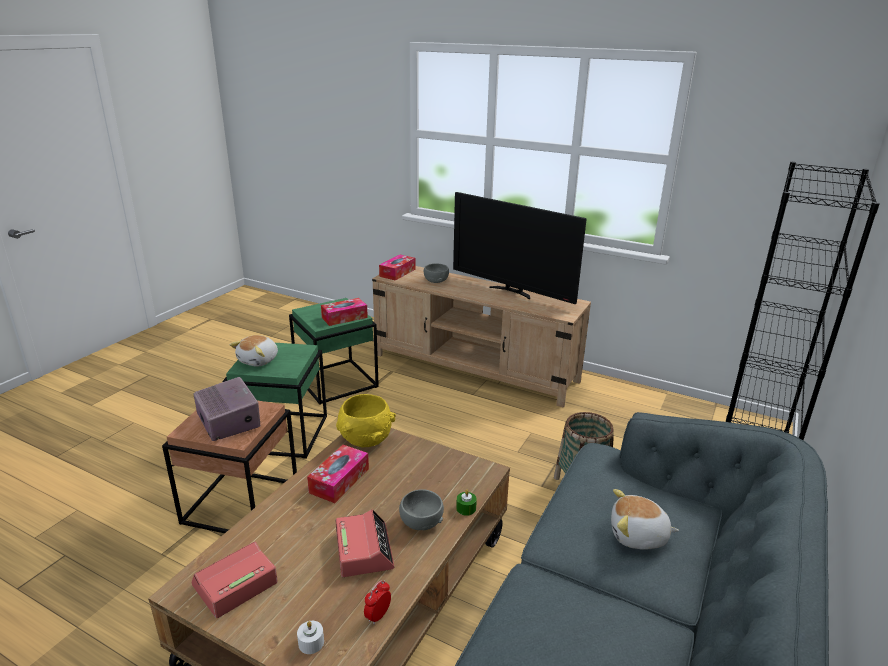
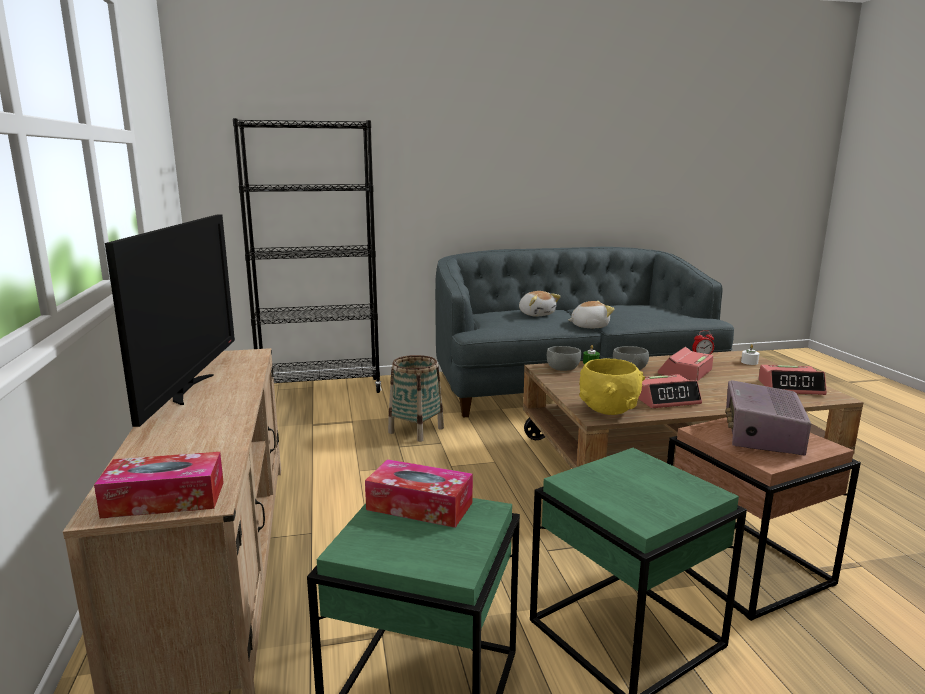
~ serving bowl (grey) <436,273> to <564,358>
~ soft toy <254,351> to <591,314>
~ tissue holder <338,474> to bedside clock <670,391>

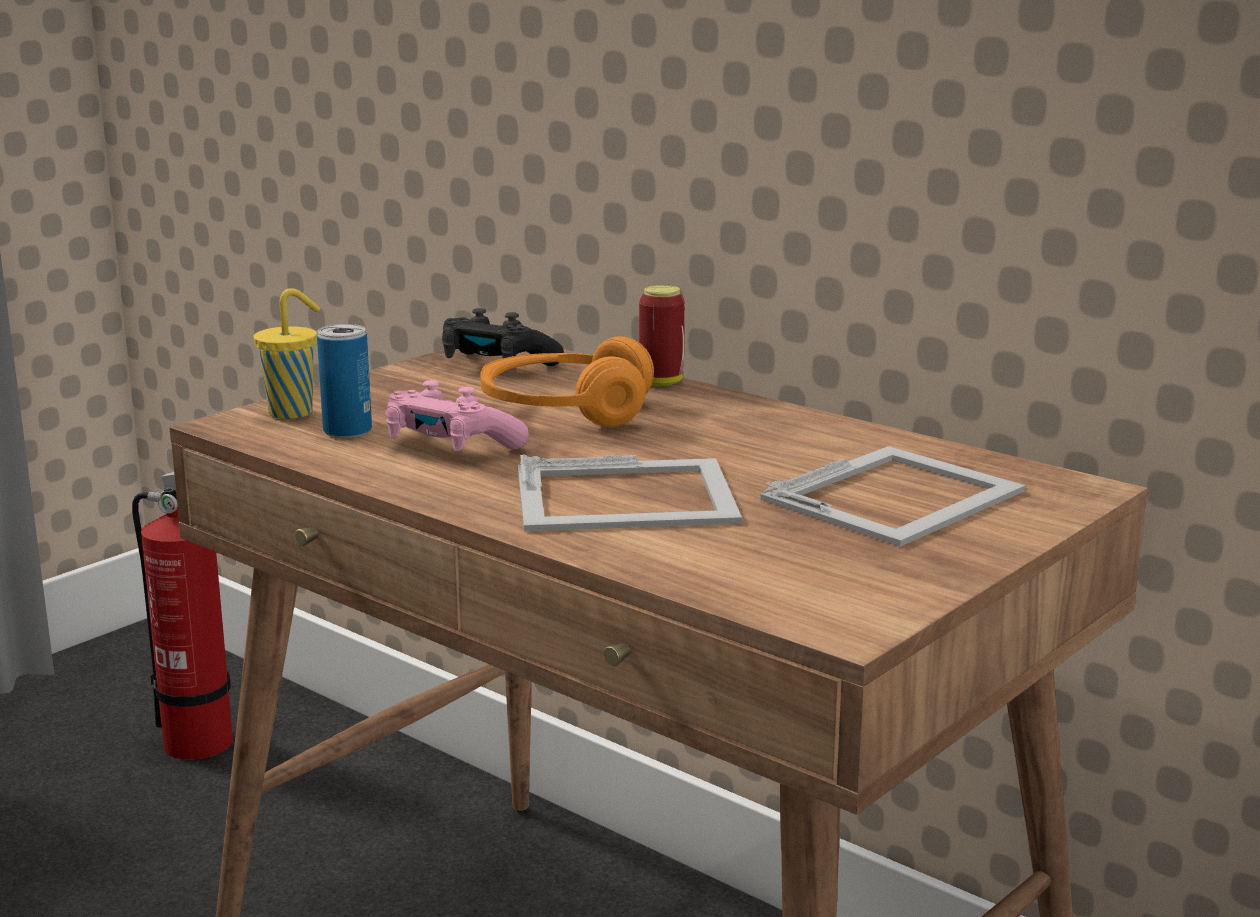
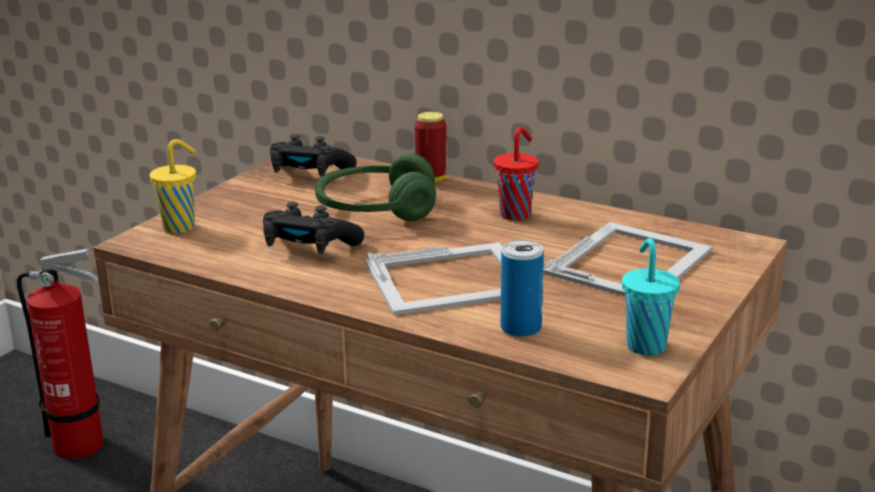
~ joypad (pink) <457,416> to joypad (black) <313,228>
~ pair of headphones (orangey) <567,381> to pair of headphones (greenish) <375,187>
+ small cup (reddish) <516,173>
~ metal can <344,381> to <522,288>
+ small cup (turquoise-coloured) <651,297>

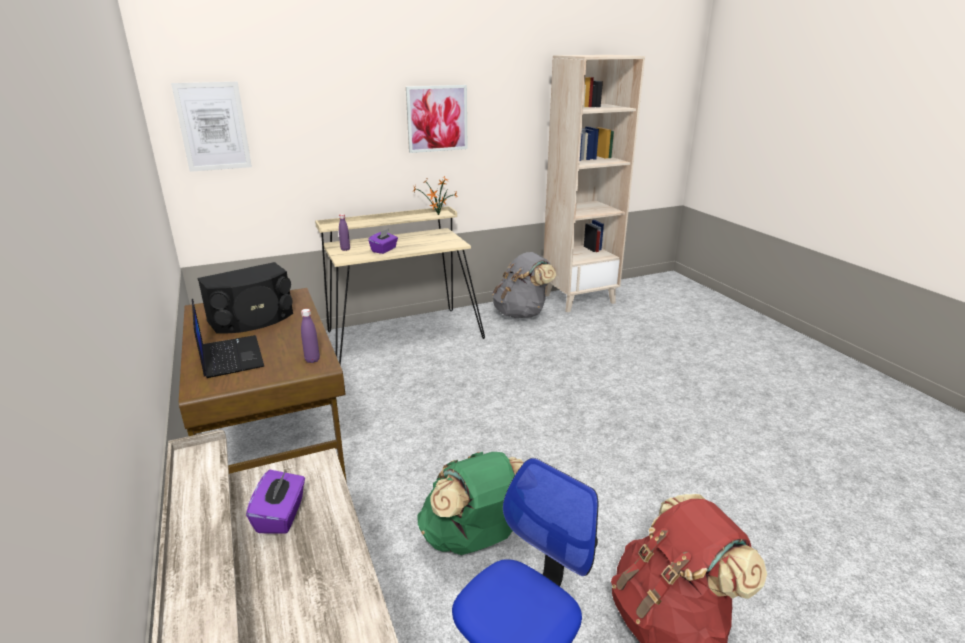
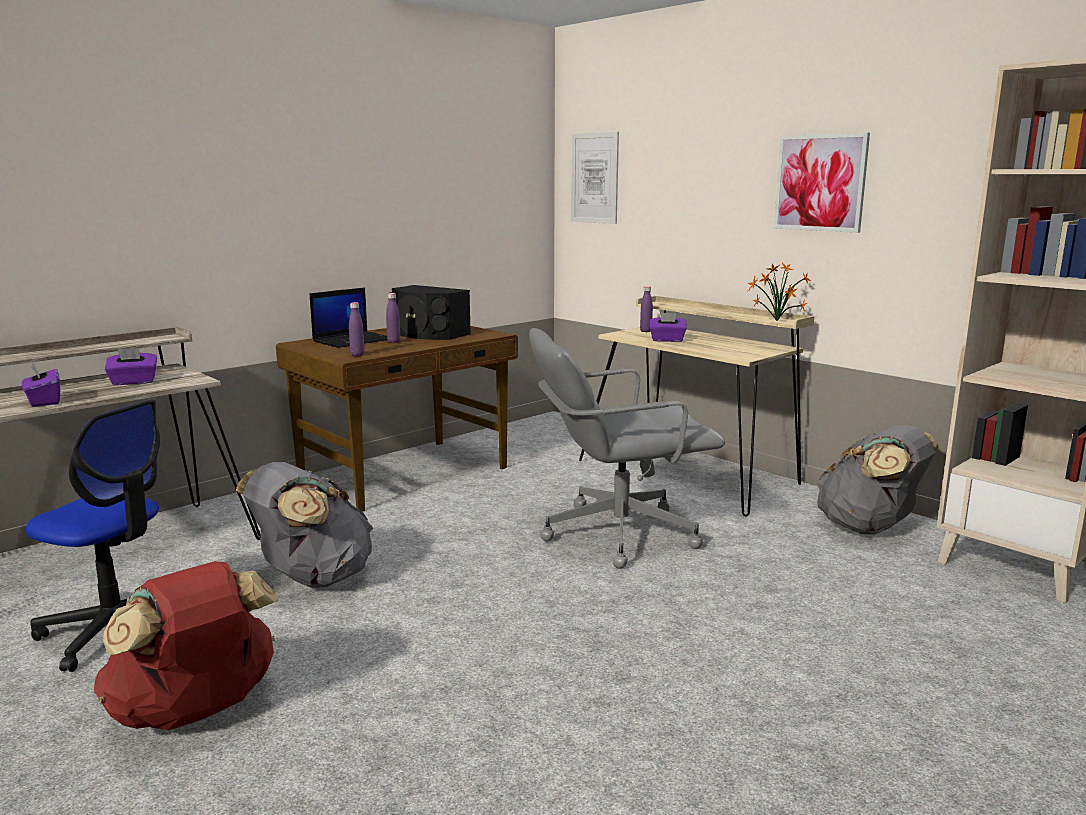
+ tissue holder (purple-coloured) <41,385>
~ backpack (greenish) <470,503> to backpack (grey) <304,525>
+ drink bottle (purple-coloured) <393,318>
+ desk chair (grey) <627,448>

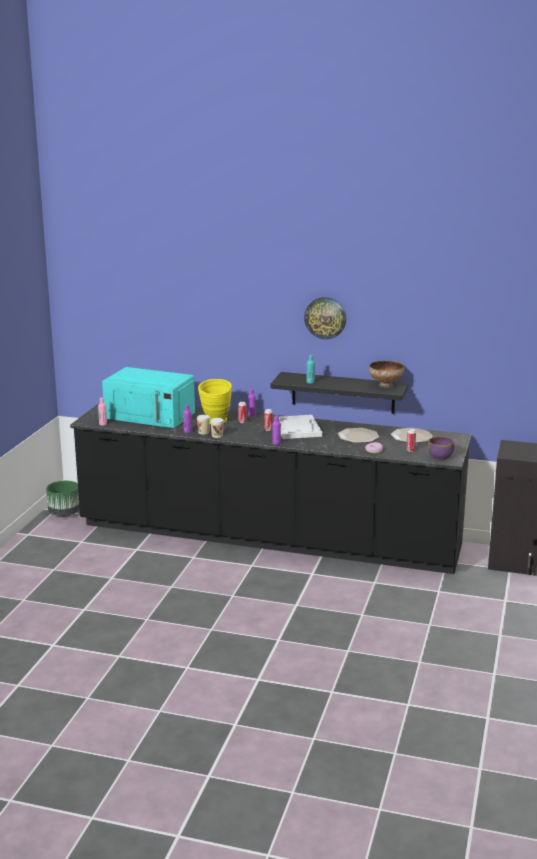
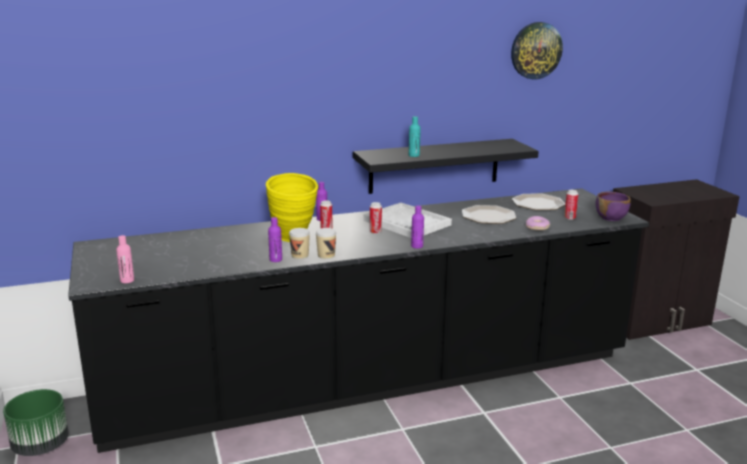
~ hanging clock <325,318> to <537,51>
- microwave (turquoise-coloured) <148,397>
- serving bowl <386,374>

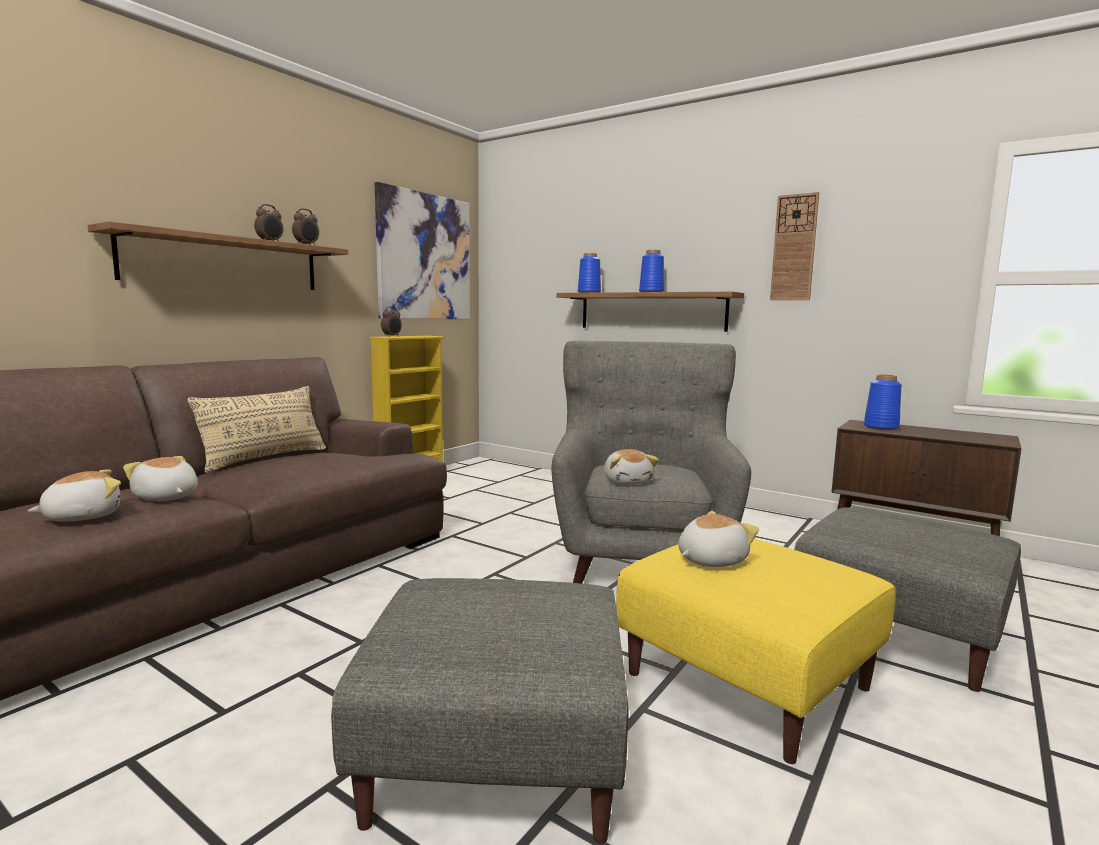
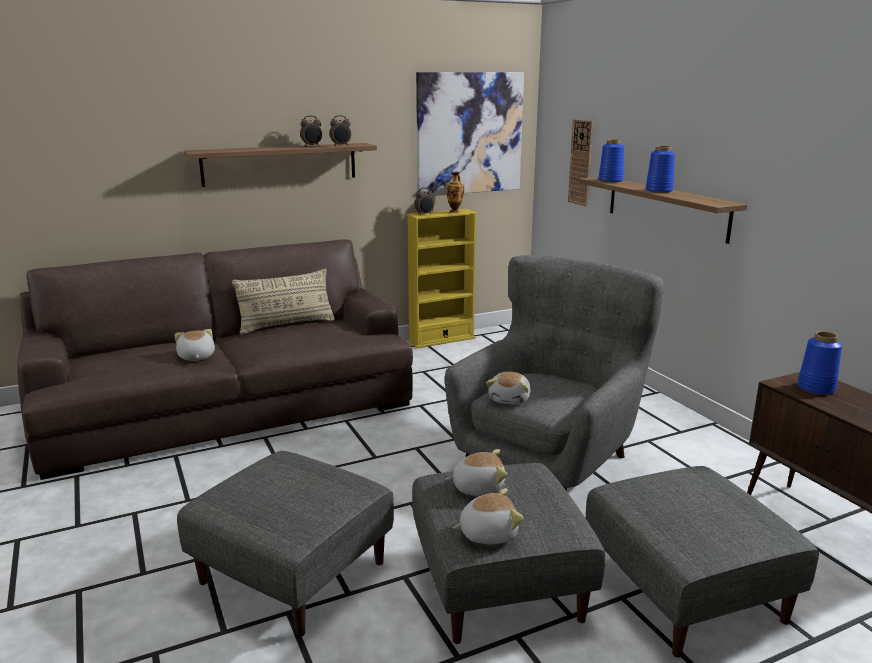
~ pouffe (yellowish) <756,651> to pouffe (grey) <508,553>
+ flower vase <455,192>
~ soft toy <74,495> to <488,516>
~ hanging clock <794,246> to <581,162>

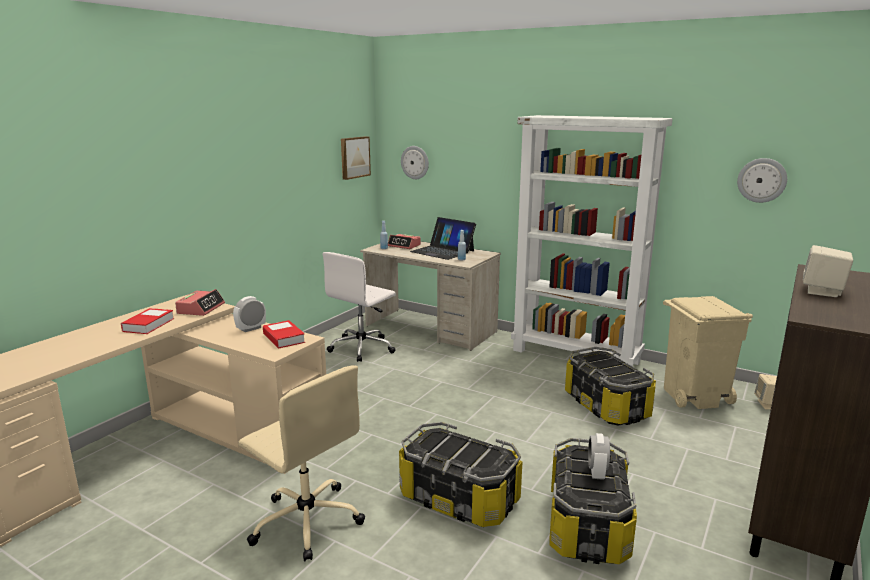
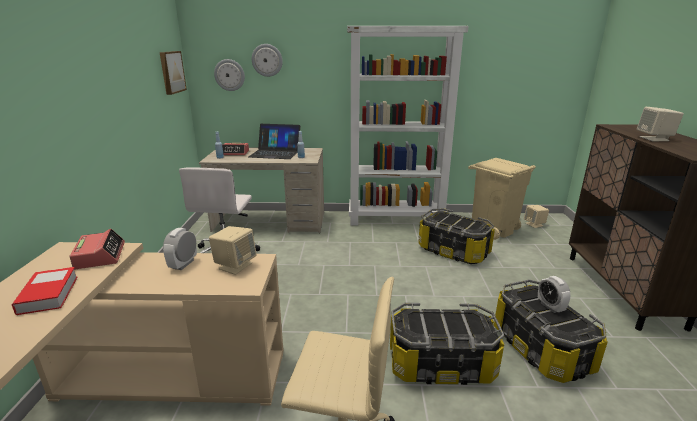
~ volume <284,334> to loudspeaker (beige-coloured) <233,250>
~ hanging clock <762,180> to <267,60>

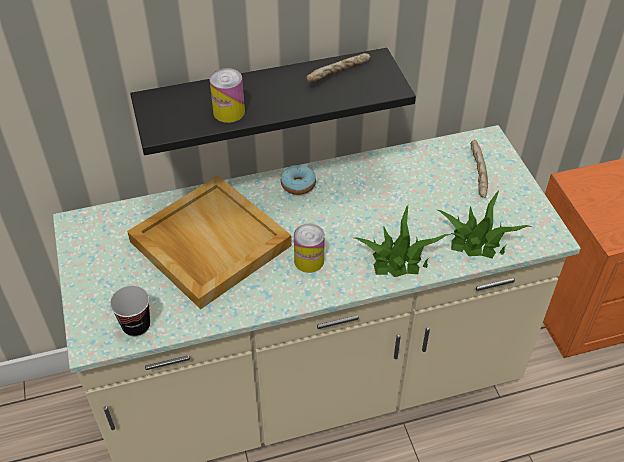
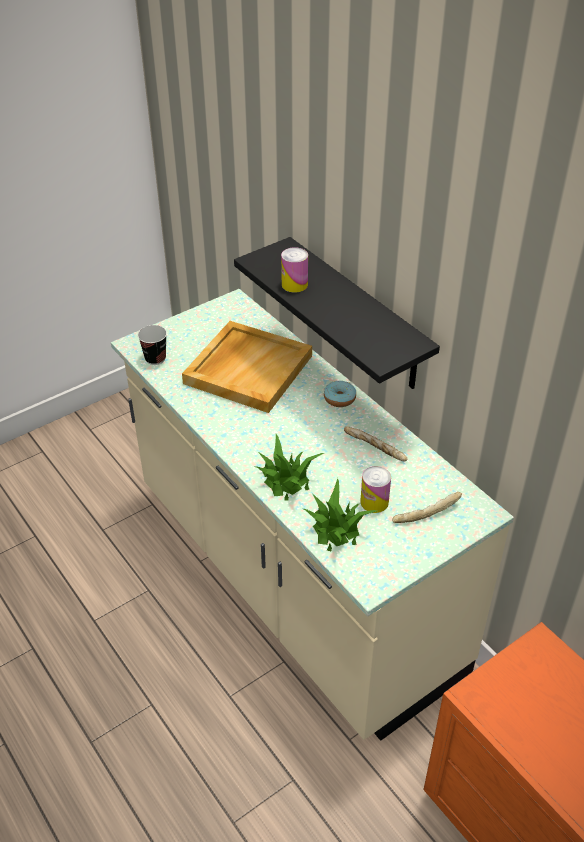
~ bakery bread <339,67> to <376,444>
~ metal can <309,248> to <375,489>

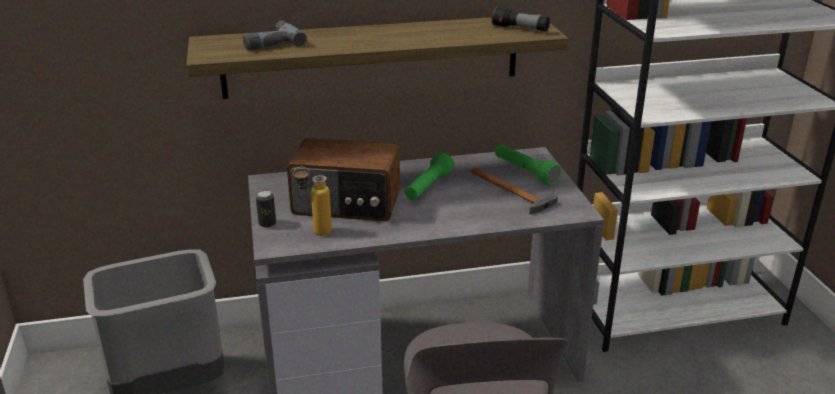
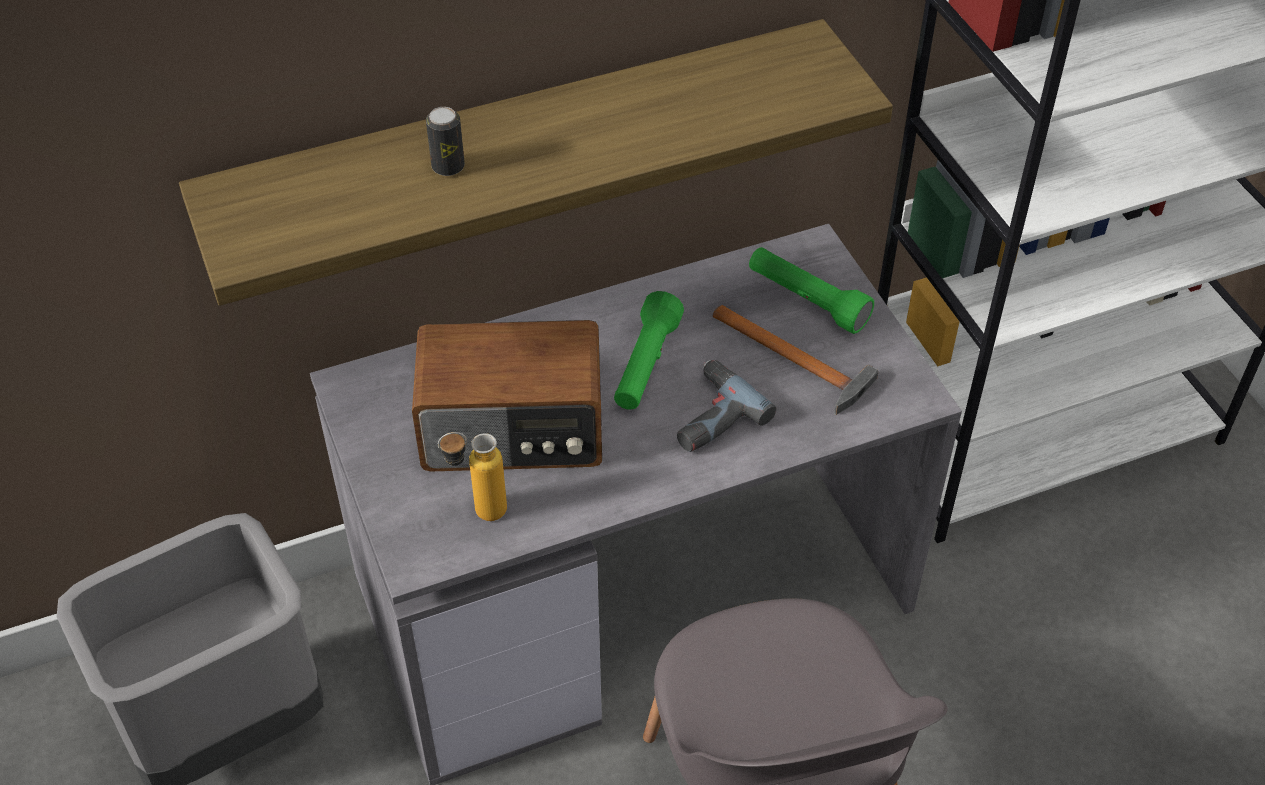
~ metal can <266,209> to <445,141>
~ power drill <275,35> to <727,406>
- flashlight <521,19>

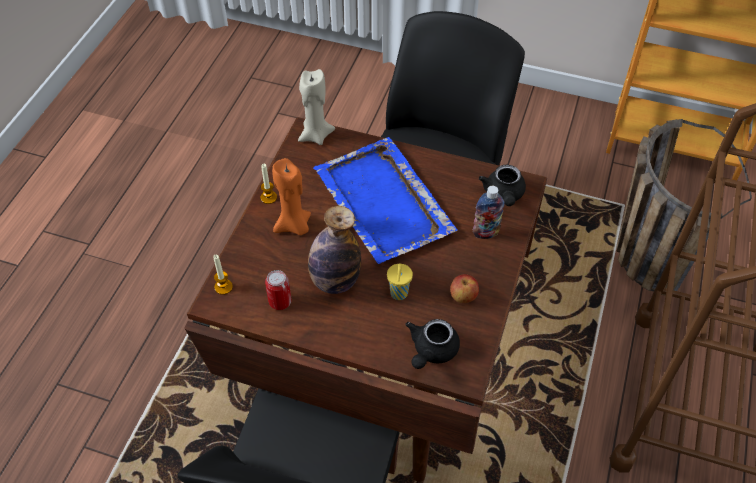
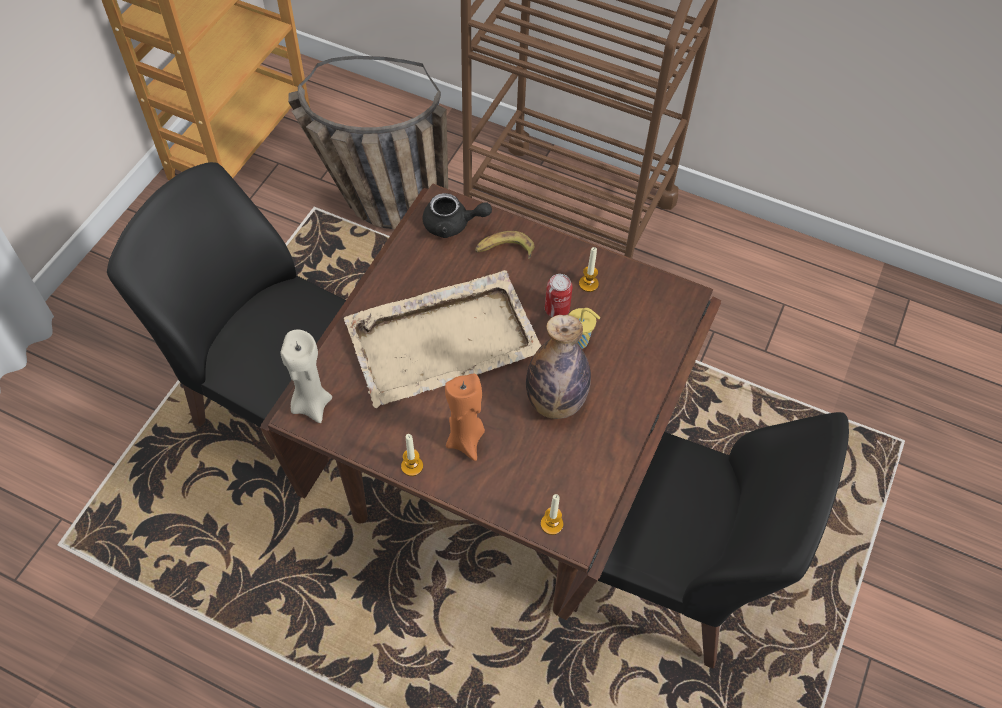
~ serving tray (blue-coloured) <385,200> to serving tray (beige-coloured) <443,339>
~ drink bottle <489,212> to whole banana <504,245>
~ metal can <278,290> to <559,295>
~ whole apple <464,288> to candle <589,269>
- pot for tea (black) <432,344>

